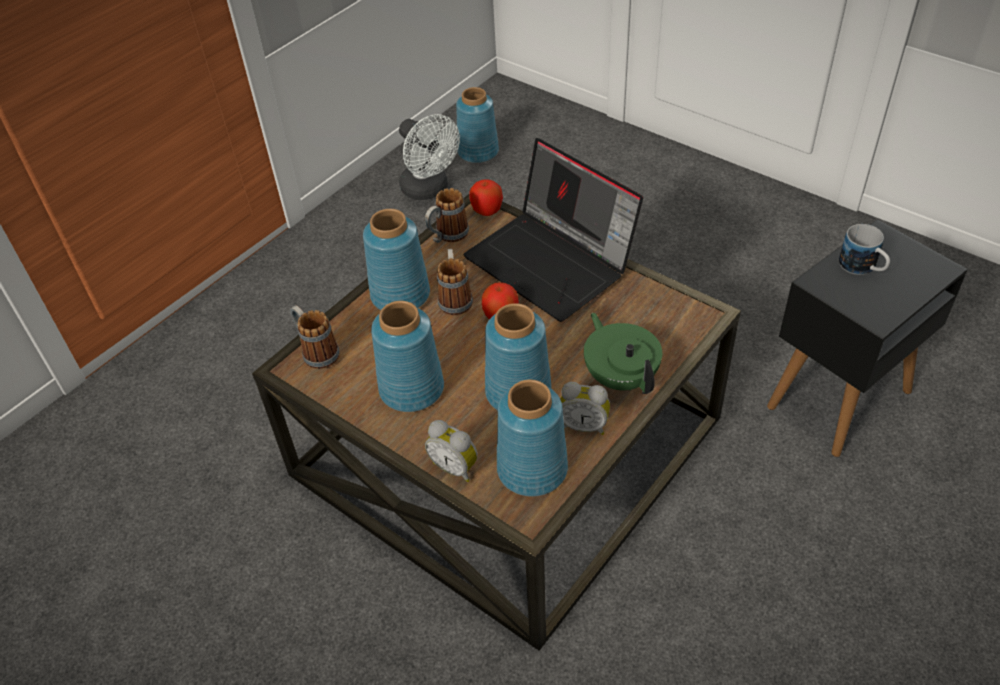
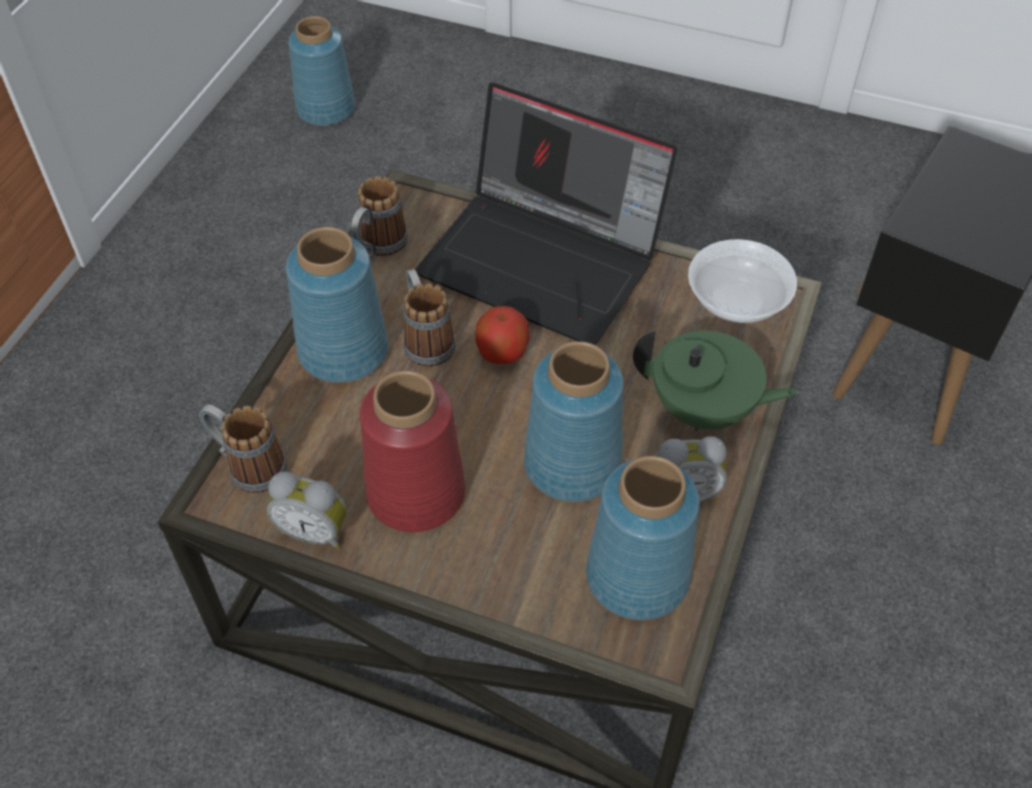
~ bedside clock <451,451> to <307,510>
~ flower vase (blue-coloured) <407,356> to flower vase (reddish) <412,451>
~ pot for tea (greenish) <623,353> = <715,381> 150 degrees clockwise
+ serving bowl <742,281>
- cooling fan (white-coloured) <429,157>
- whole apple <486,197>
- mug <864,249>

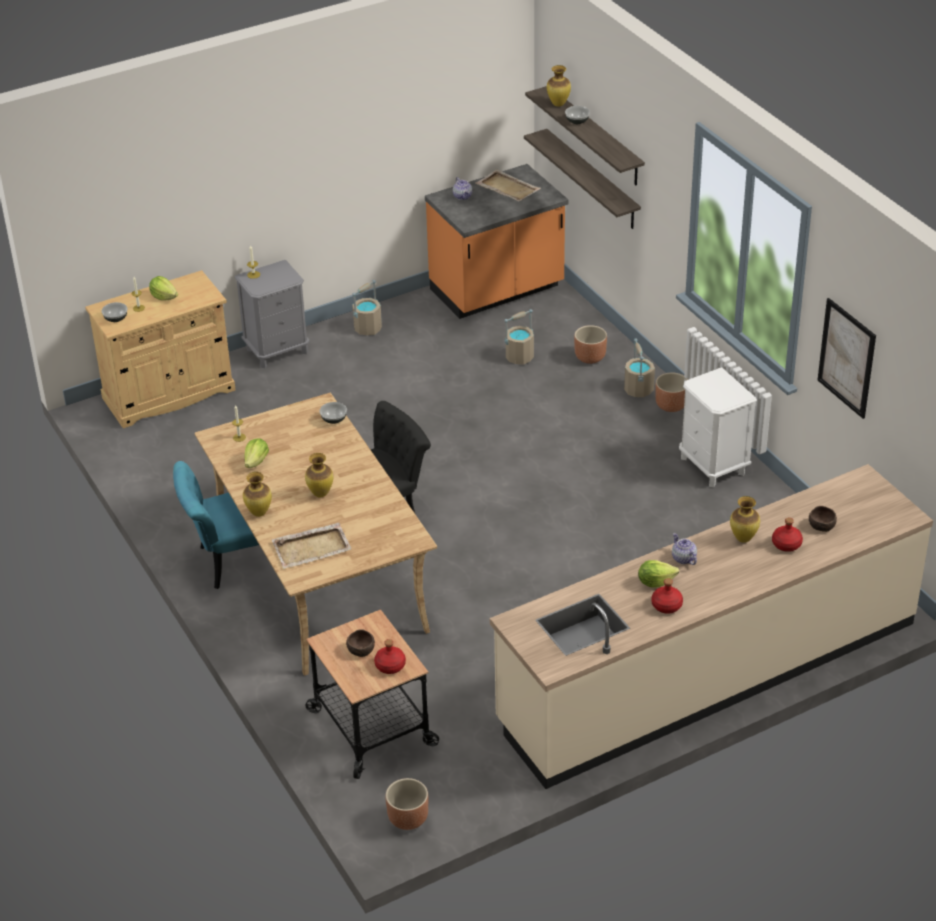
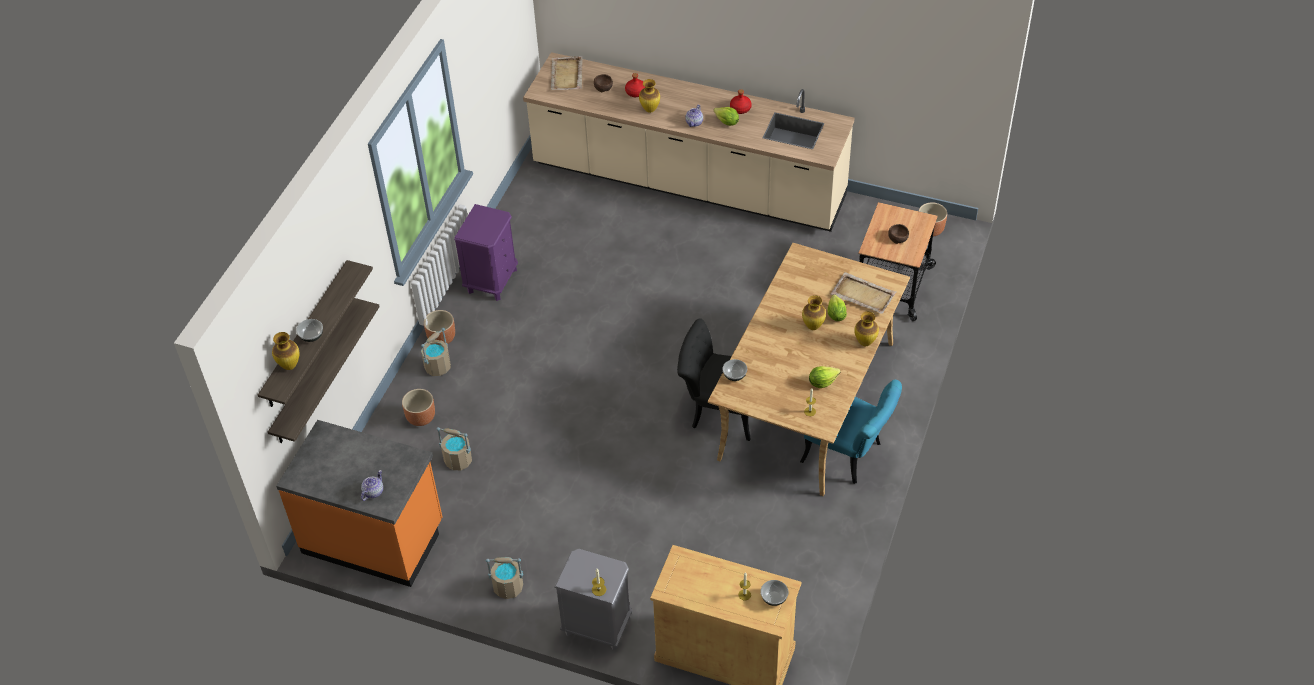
~ night table (white-coloured) <718,427> to night table (purple-coloured) <486,252>
~ serving tray (beige-coloured) <508,185> to <567,73>
~ lettuce <163,288> to <837,307>
- drink bottle (reddish) <390,656>
- wall art <846,358>

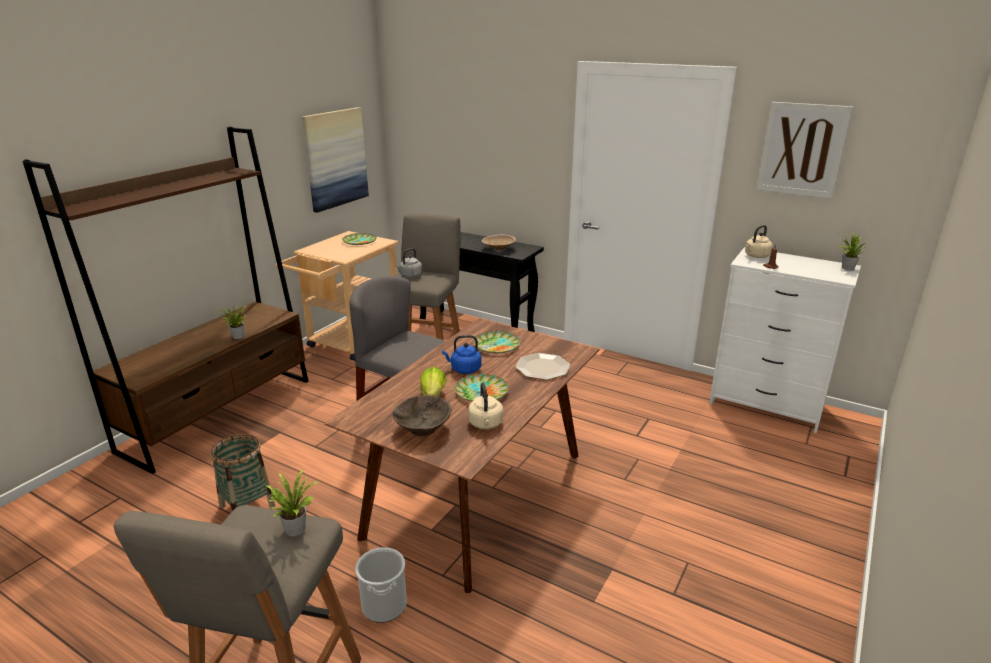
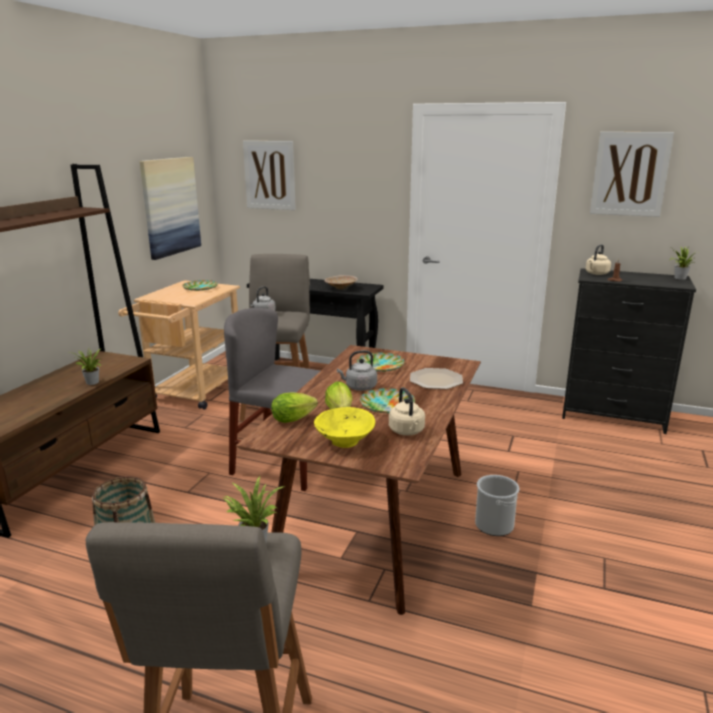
+ wall art <269,175>
+ lettuce <294,407>
~ serving bowl (brown-coloured) <422,415> to serving bowl (yellowish) <344,427>
~ kettle (blue-coloured) <462,354> to kettle (grey) <357,370>
~ pail <381,585> to <497,505>
~ chest of drawers (white-coloured) <785,340> to chest of drawers (black) <629,351>

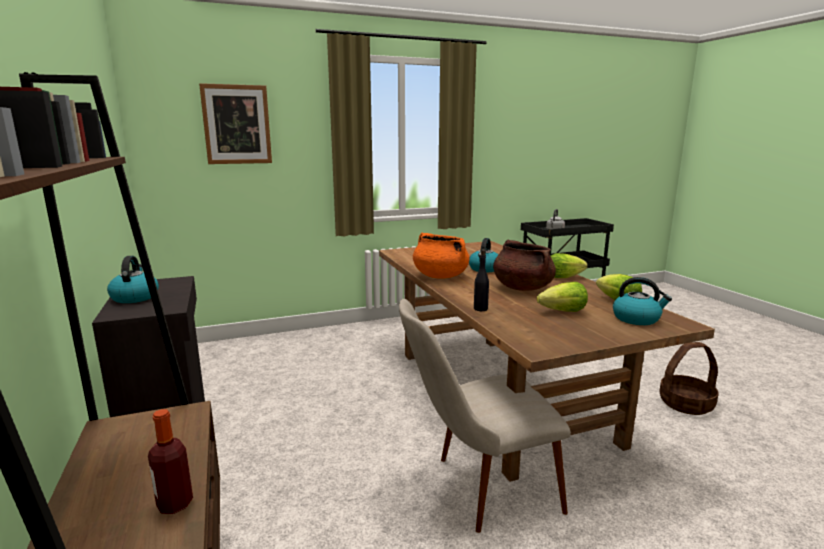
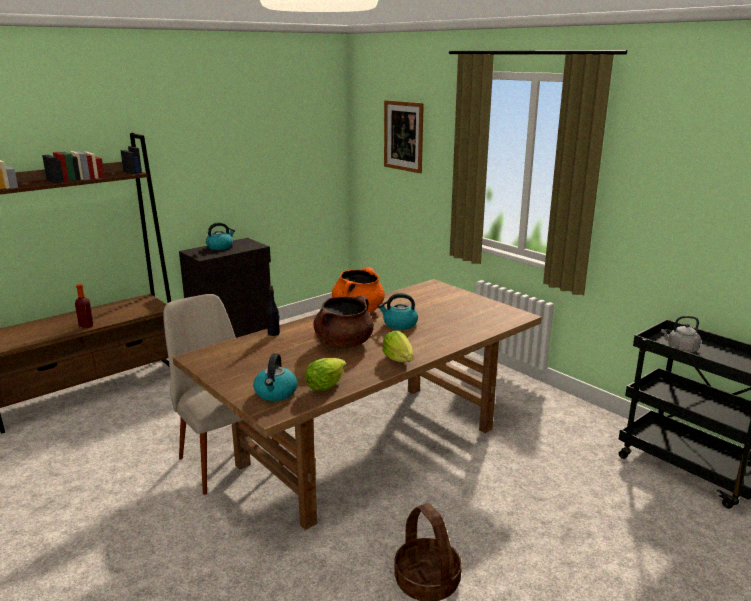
- lettuce <562,297>

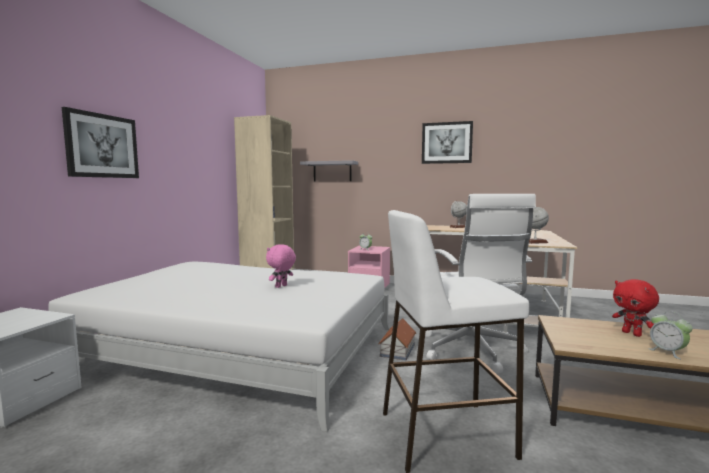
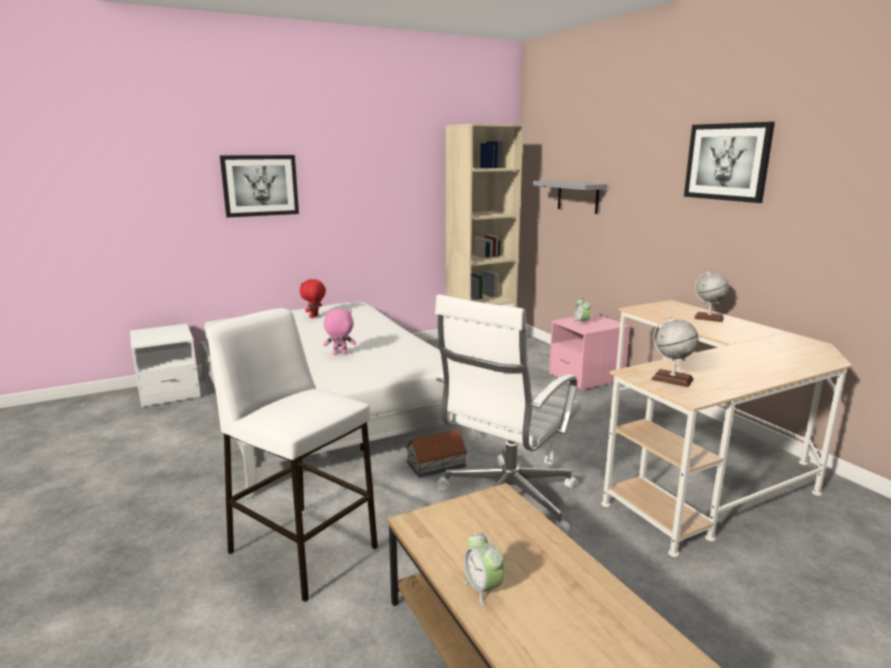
~ soft toy (reddish) <635,308> to <313,298>
~ bedside clock <670,335> = <483,569> 45 degrees counterclockwise

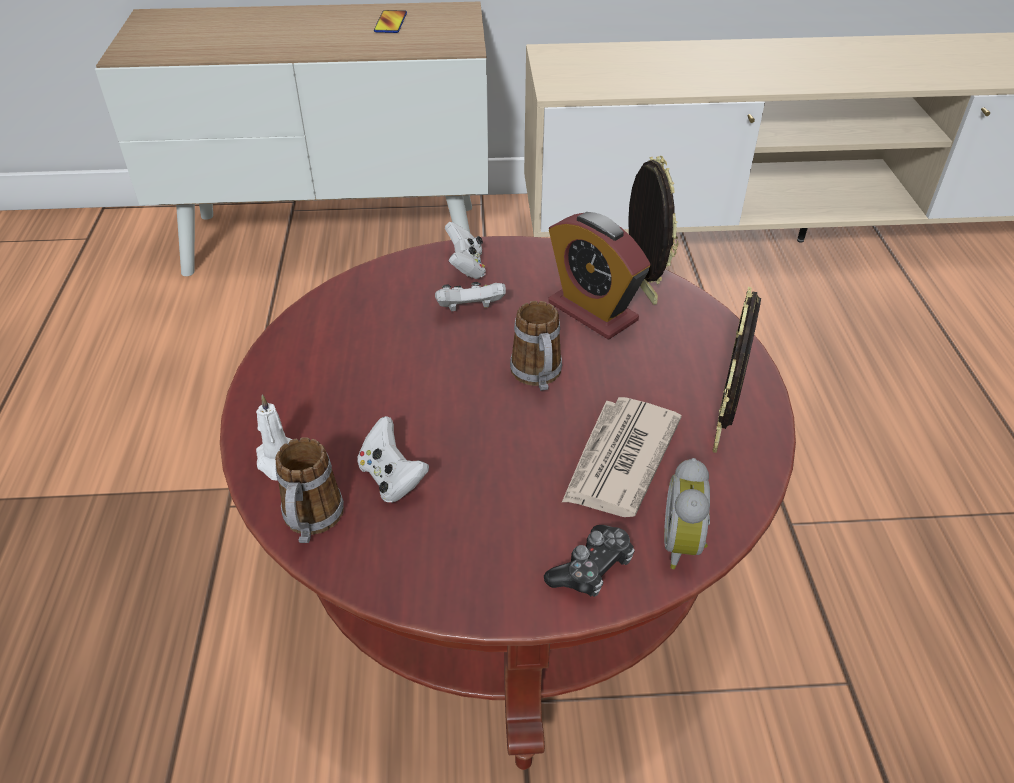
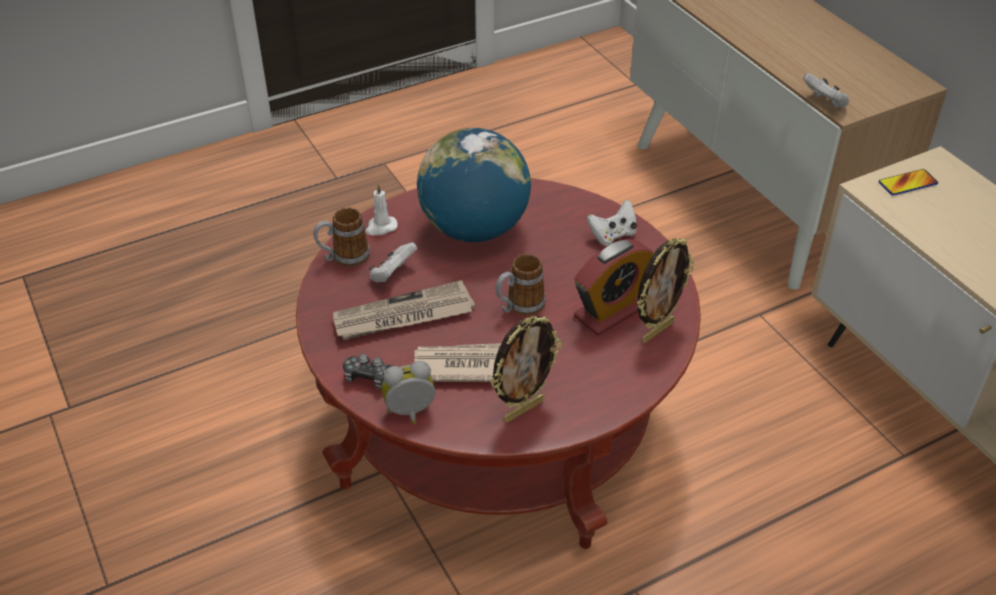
+ printed paper <404,310>
+ globe <474,185>
~ picture frame <736,370> = <526,369> 150 degrees clockwise
~ bedside clock <599,276> = <613,287> 150 degrees counterclockwise
~ joypad (white-coloured) <470,297> to <826,90>
~ handset <390,21> to <908,182>

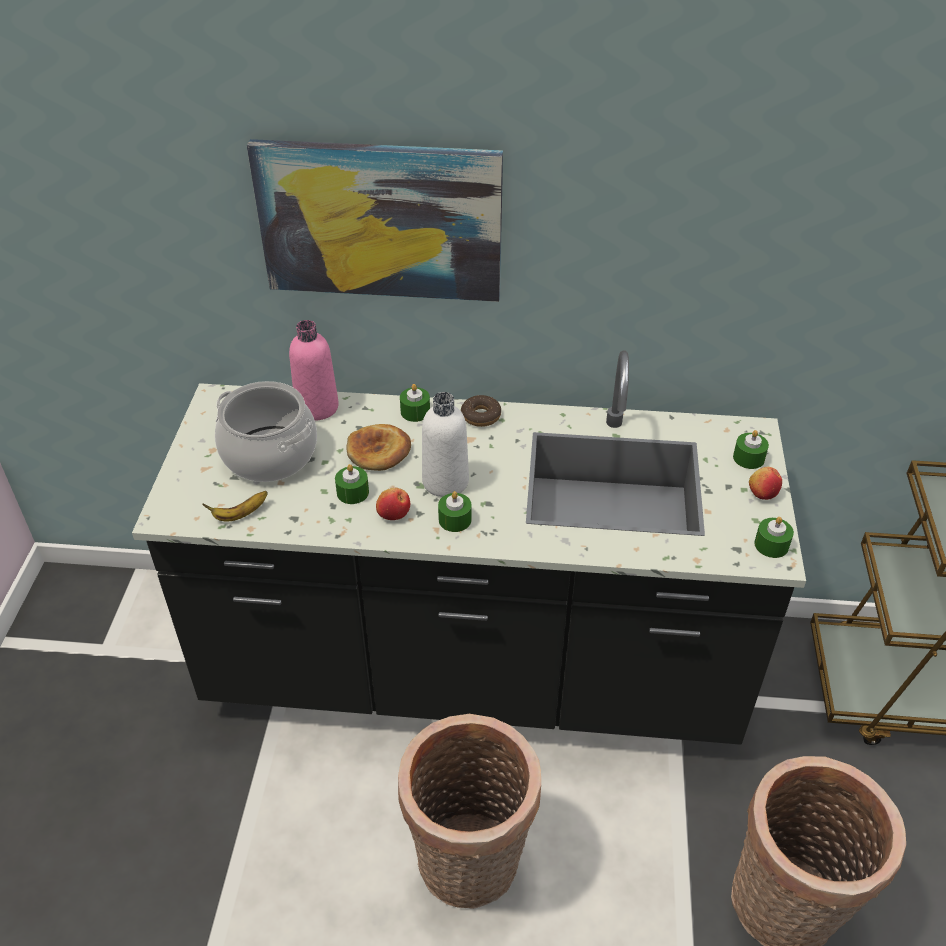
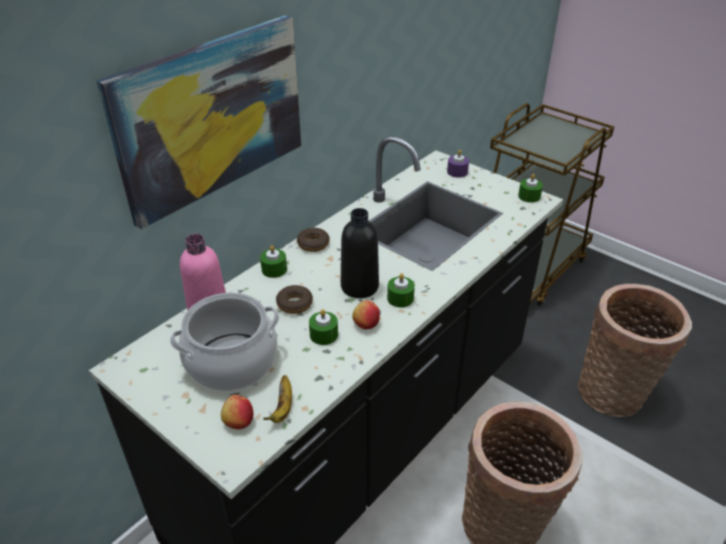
~ whole apple <765,483> to <237,412>
~ bakery bread <378,447> to ring doughnut <294,299>
~ drink bottle (white-coloured) <445,444> to drink bottle (black) <360,253>
~ candle (greenish) <751,449> to candle (purple-coloured) <458,164>

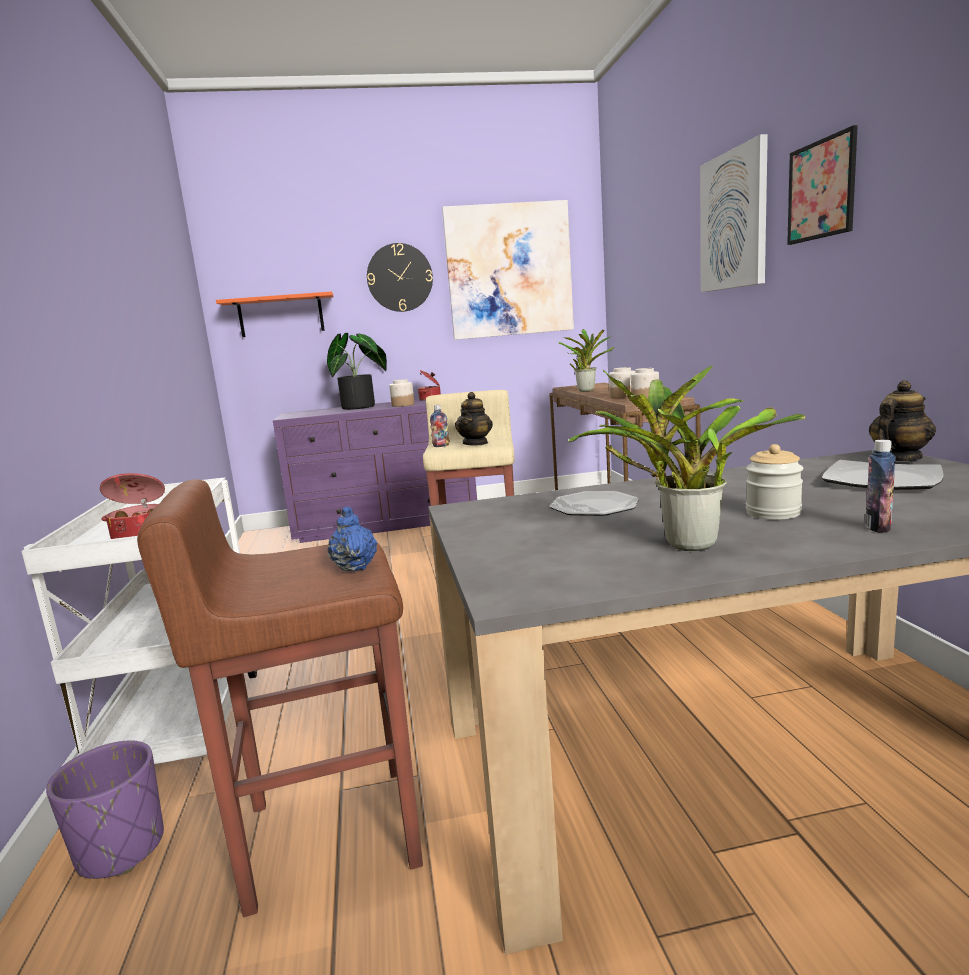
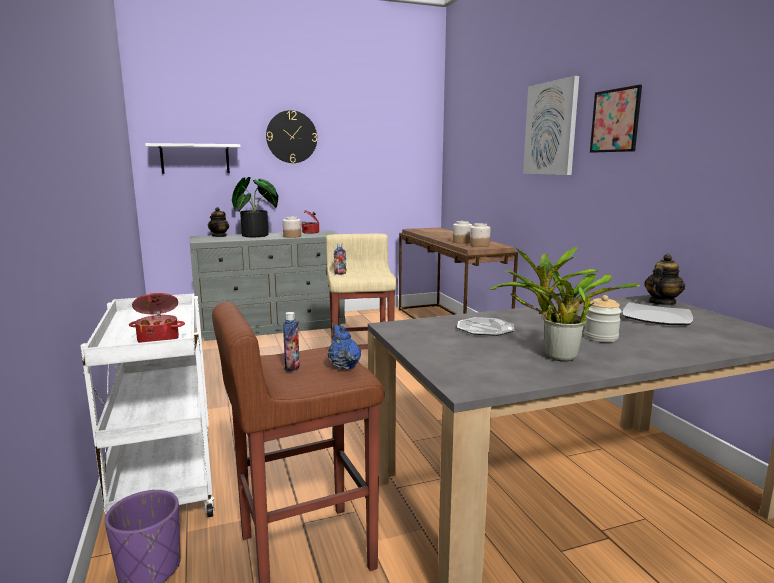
~ wall shelf (orangey) <275,314> to wall shelf (white-coloured) <193,158>
~ chest of drawers (purple-coloured) <375,471> to chest of drawers (grey) <268,285>
~ pot for tea <474,419> to <218,222>
~ drink bottle <880,486> to <291,342>
- wall art <508,270>
- plant in a pot <587,360>

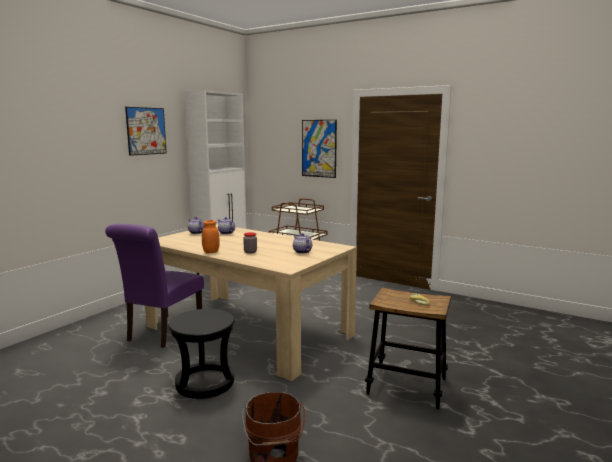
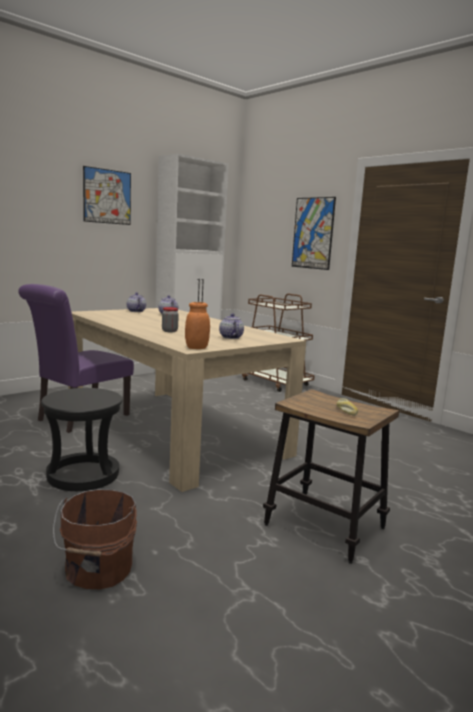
~ storage jar (orangey) <210,236> to <197,325>

